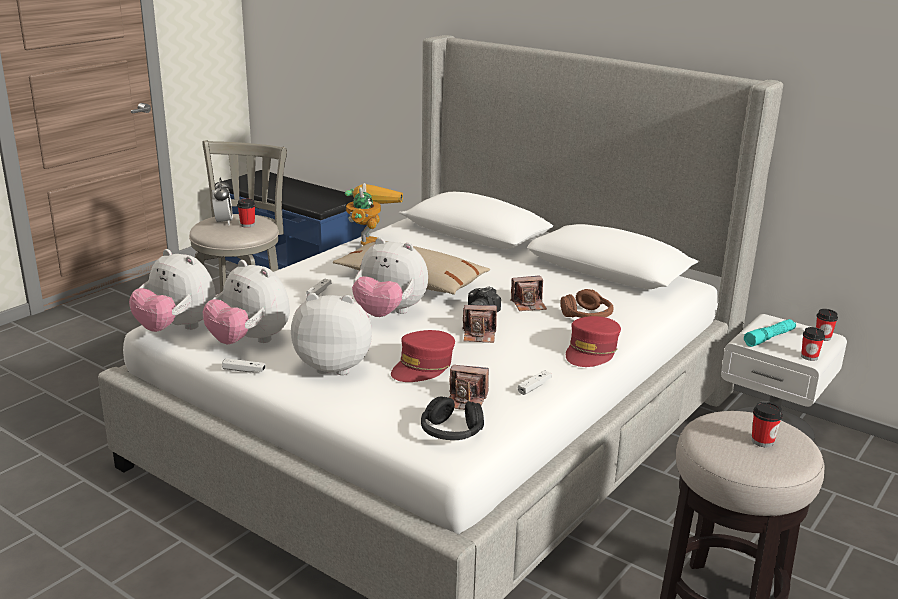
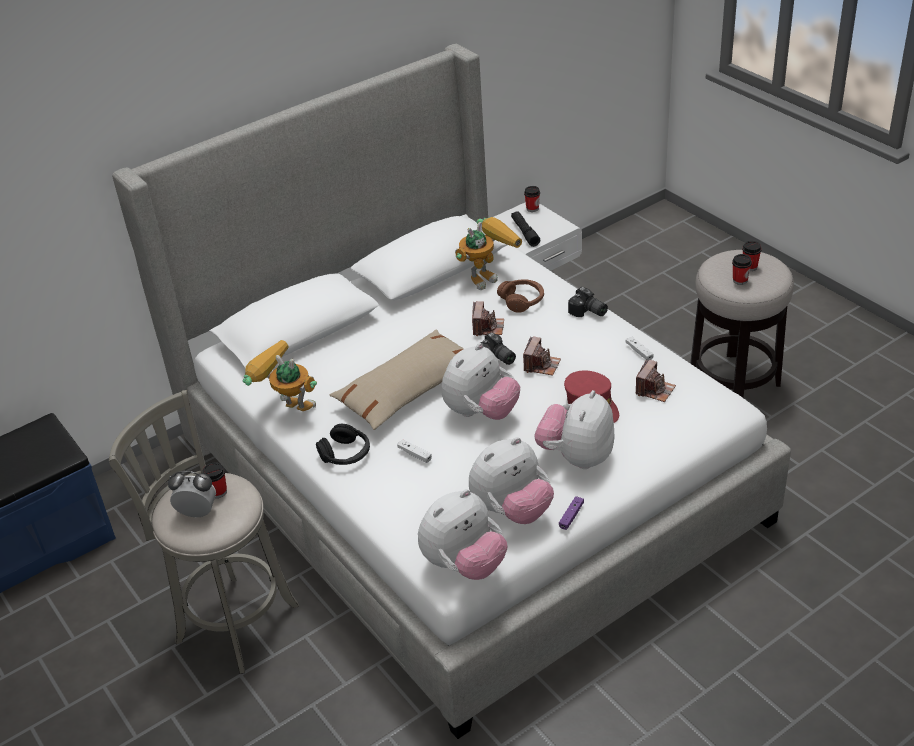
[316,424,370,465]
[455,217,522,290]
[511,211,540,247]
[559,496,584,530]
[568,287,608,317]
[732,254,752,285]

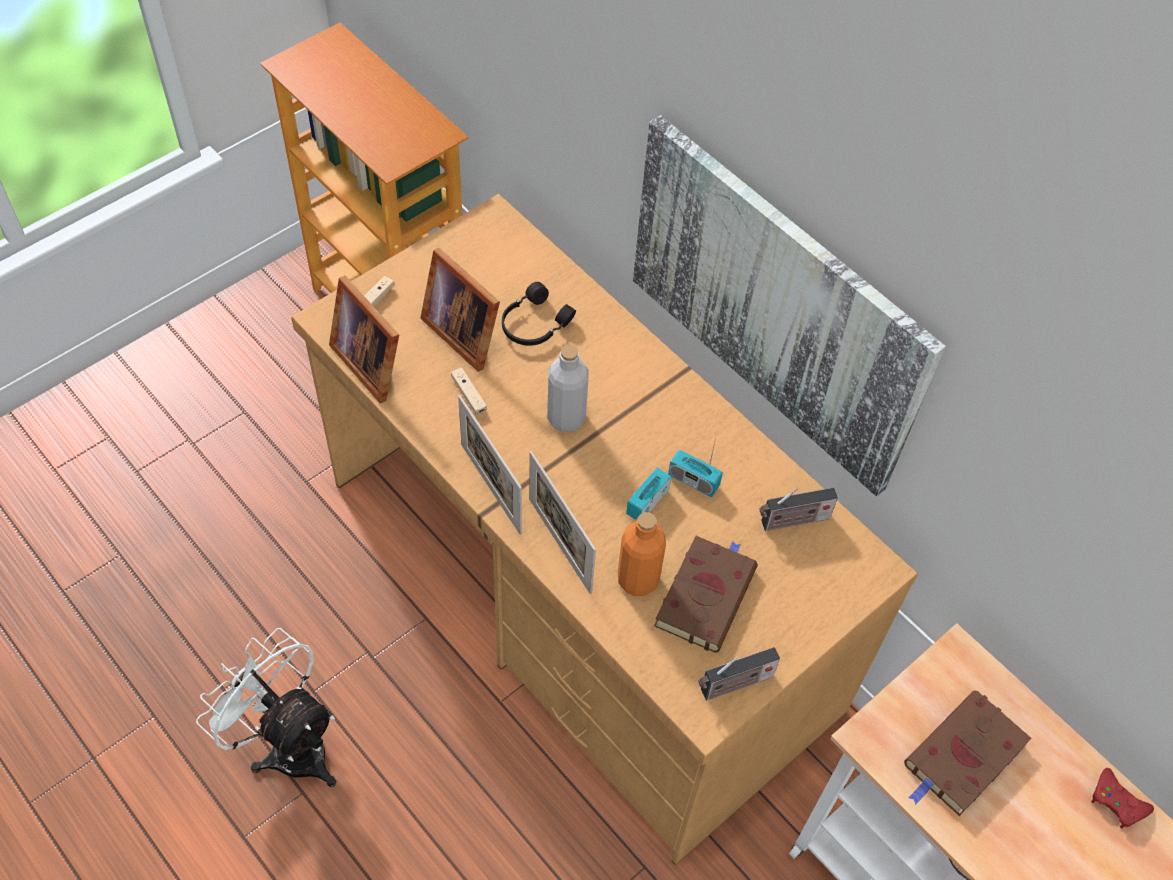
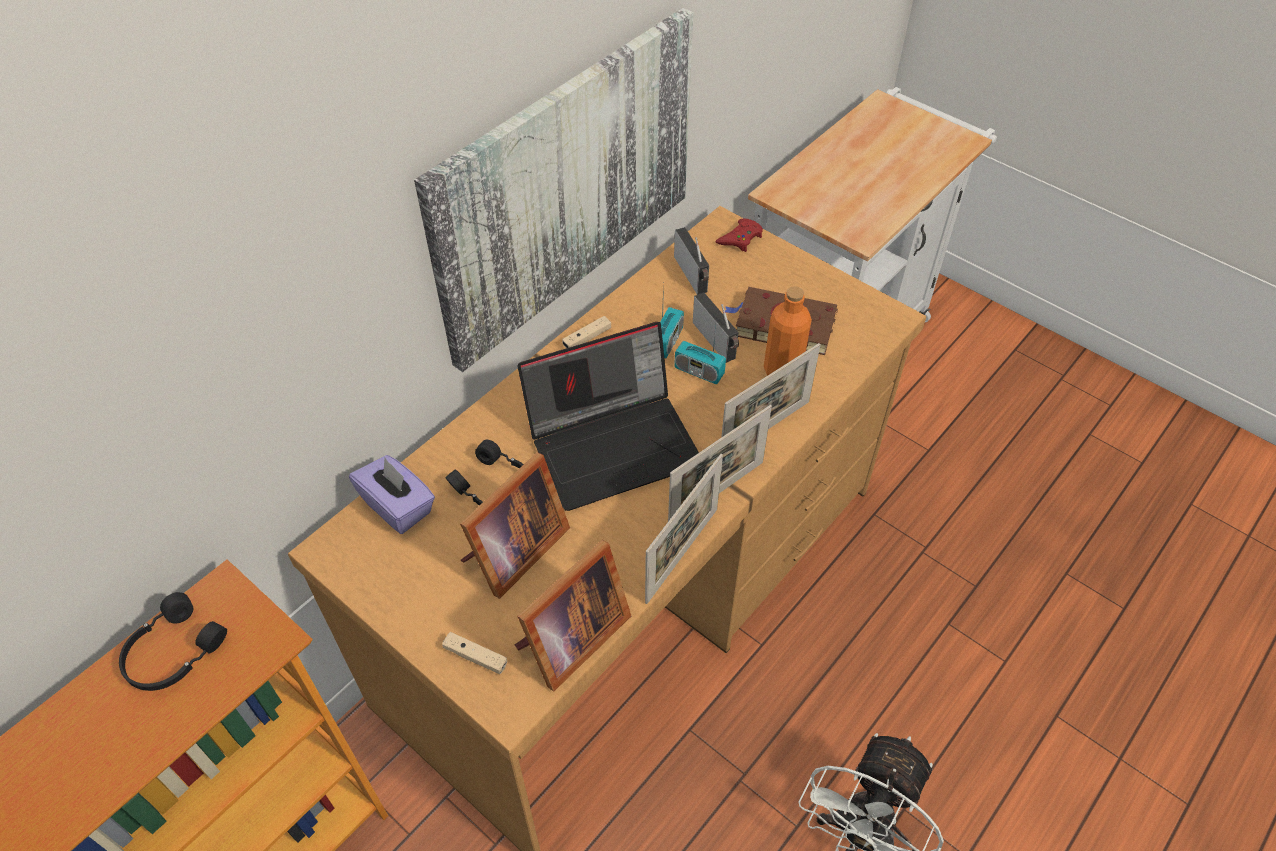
[119,592,227,691]
[349,455,435,534]
[517,322,699,511]
[562,316,611,348]
[645,454,723,604]
[693,292,739,363]
[715,218,763,252]
[904,691,1031,816] (first image)

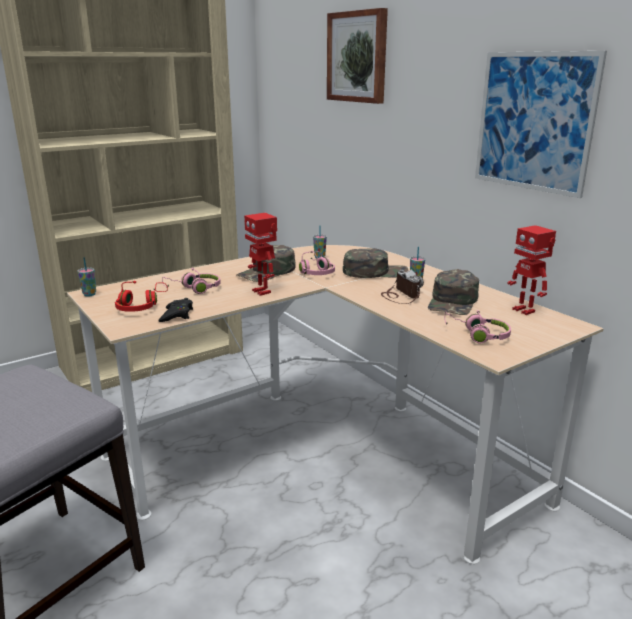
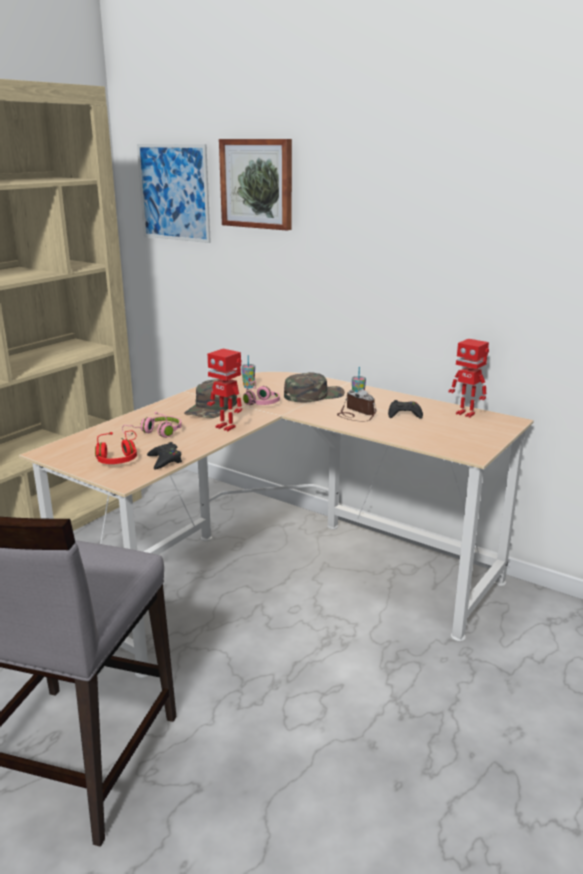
[137,144,211,243]
[388,400,423,419]
[78,257,96,297] (first image)
[445,310,511,343] (first image)

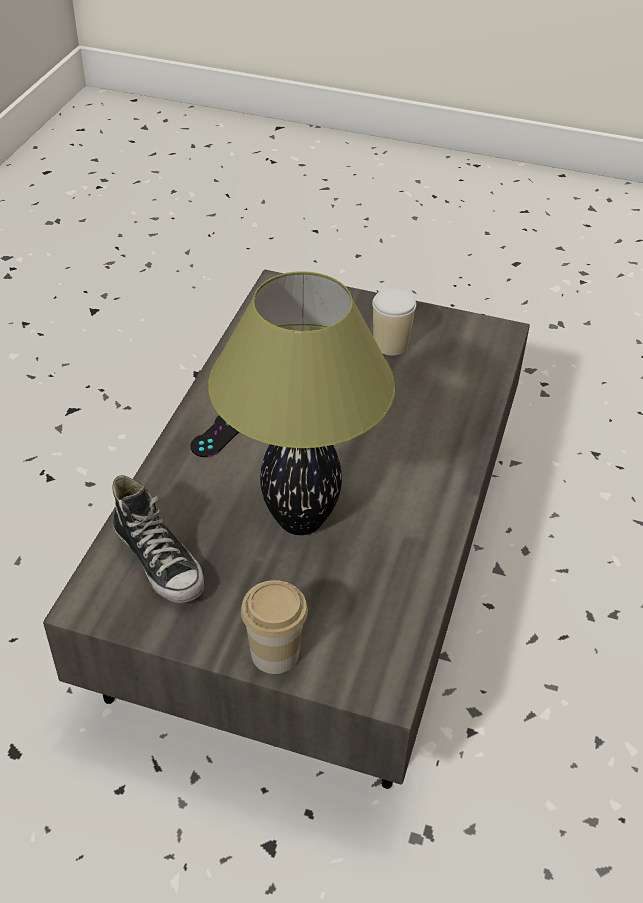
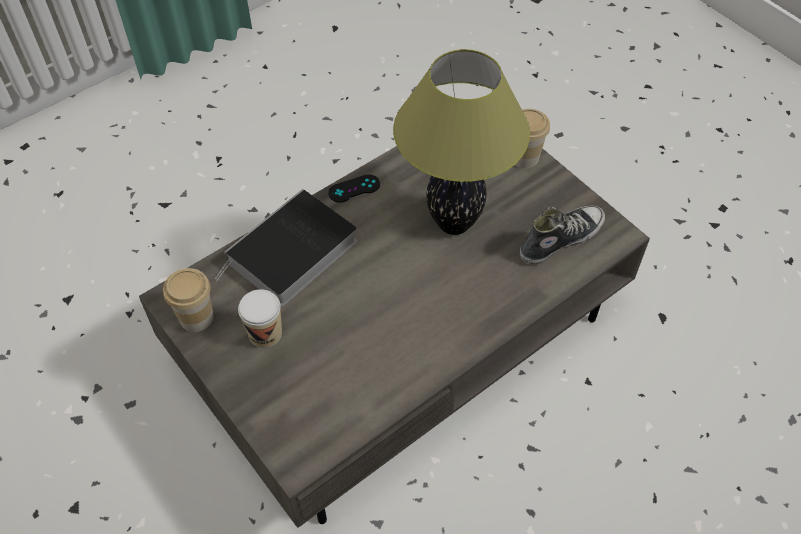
[163,268,213,332]
[215,189,357,306]
[328,174,380,203]
[520,205,605,265]

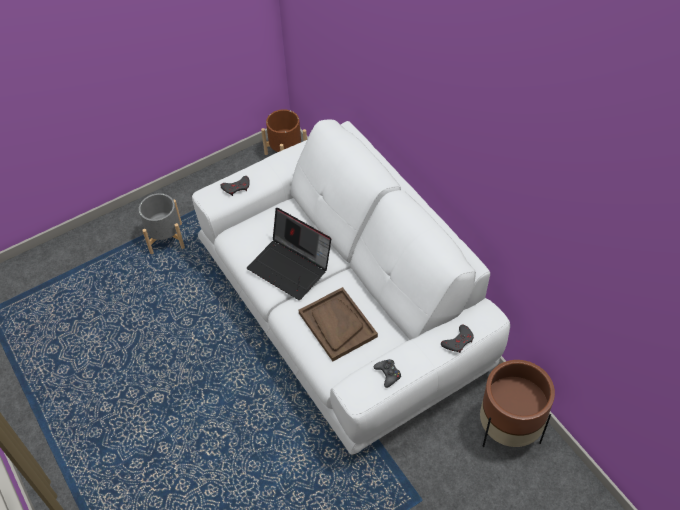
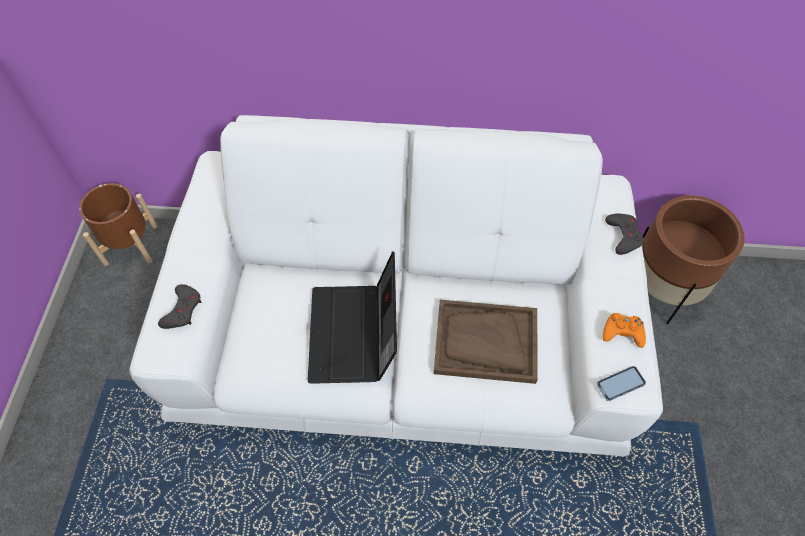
[308,251,397,384]
[596,366,646,401]
[603,313,646,348]
[139,193,185,254] (first image)

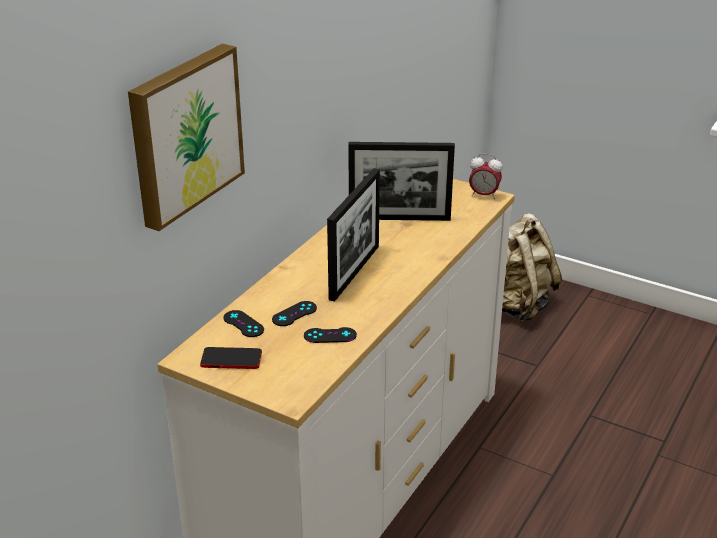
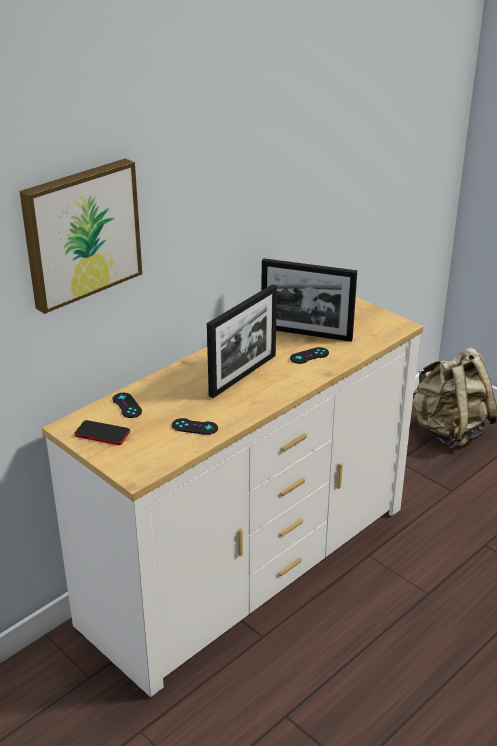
[290,347,329,364]
[469,153,502,199] (first image)

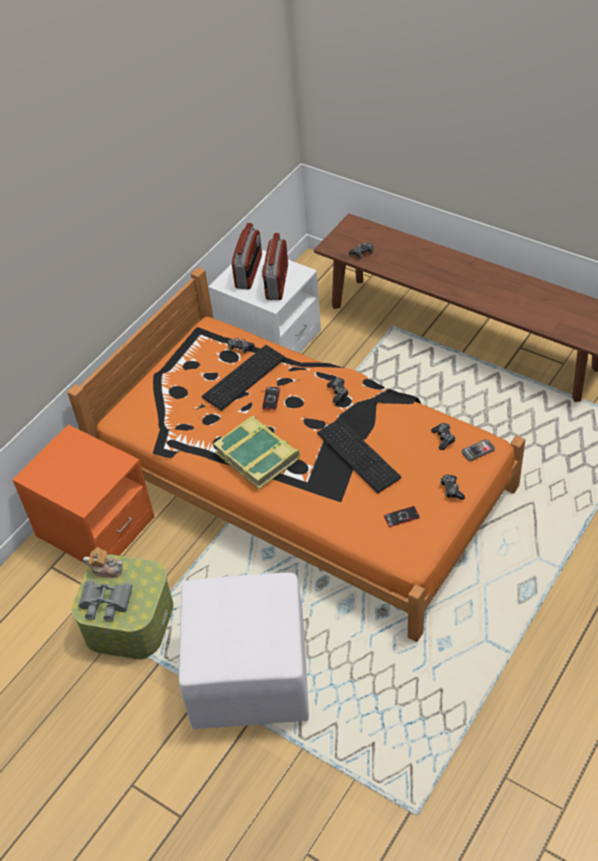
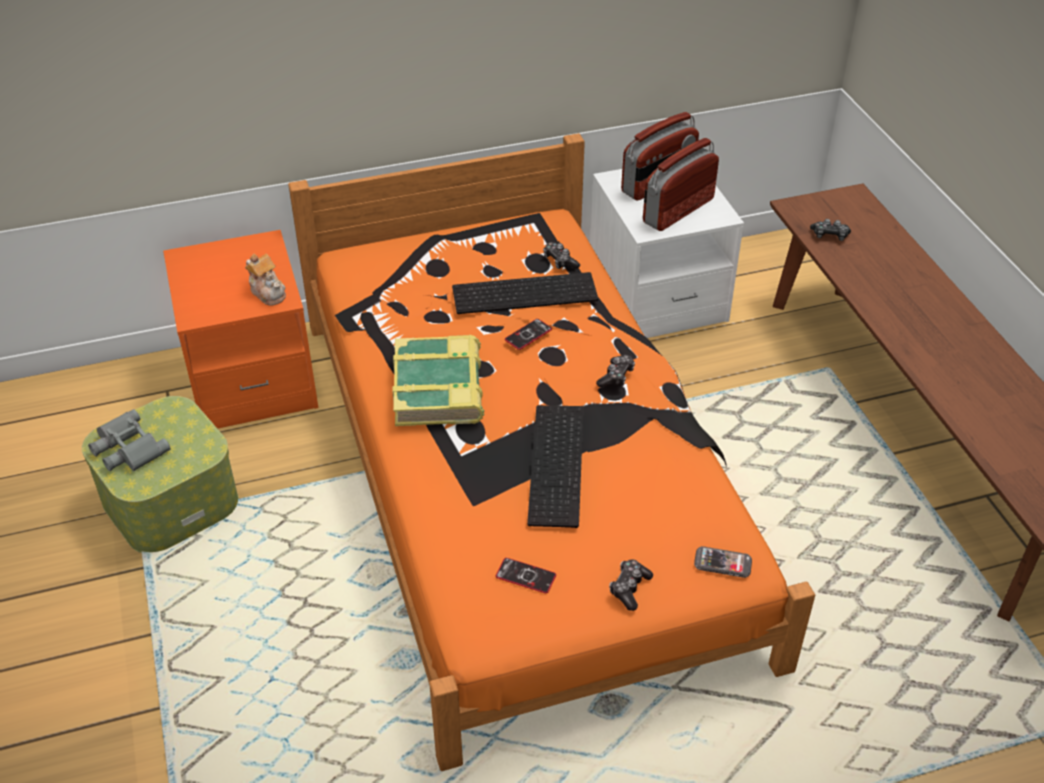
[245,254,286,306]
[179,572,309,729] (first image)
[431,423,455,450] (first image)

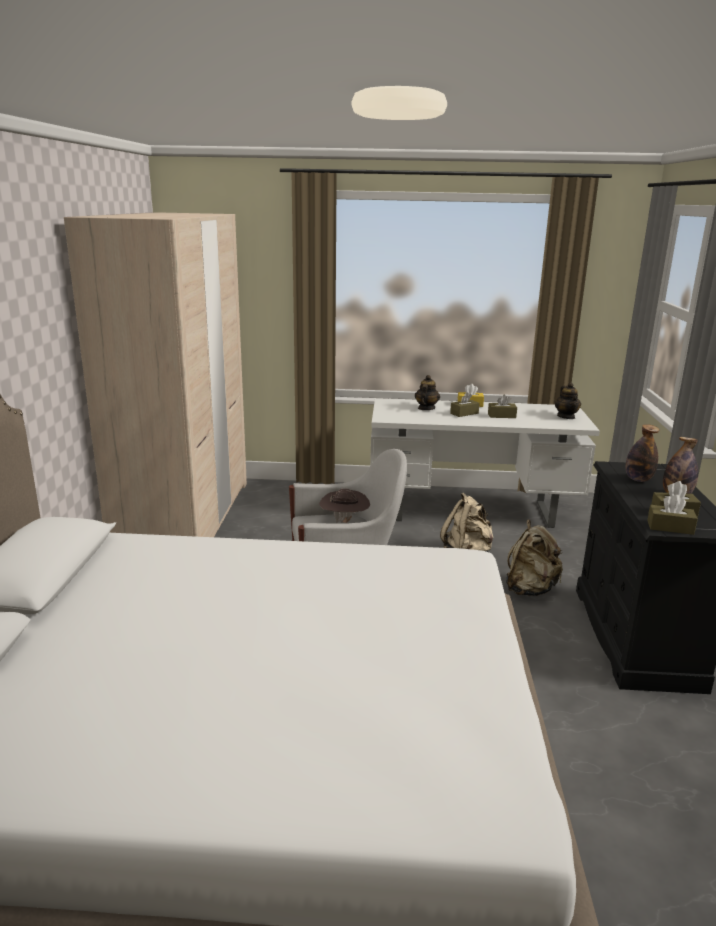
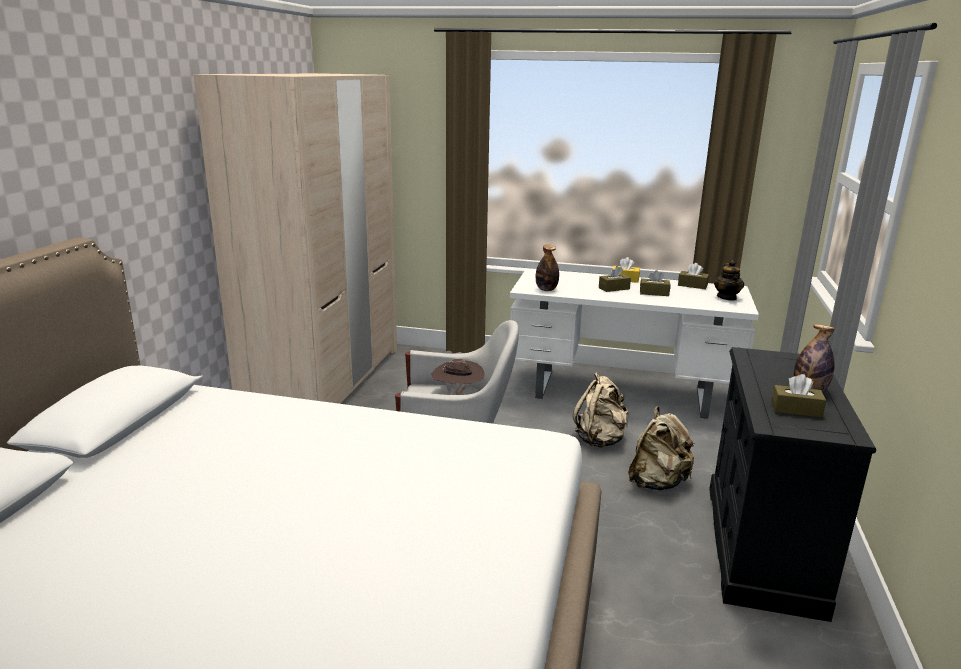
[536,245,559,291]
[678,263,709,289]
[415,375,440,410] (first image)

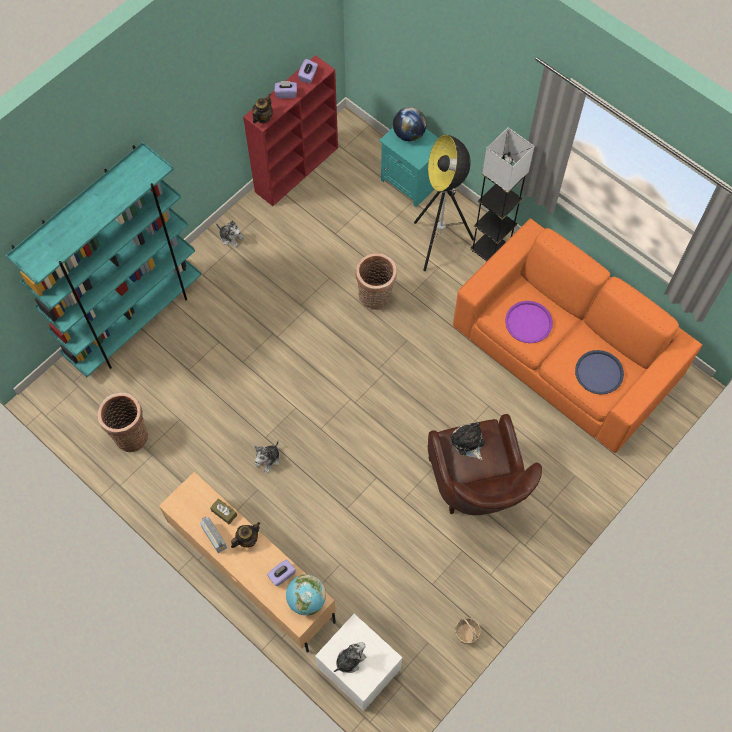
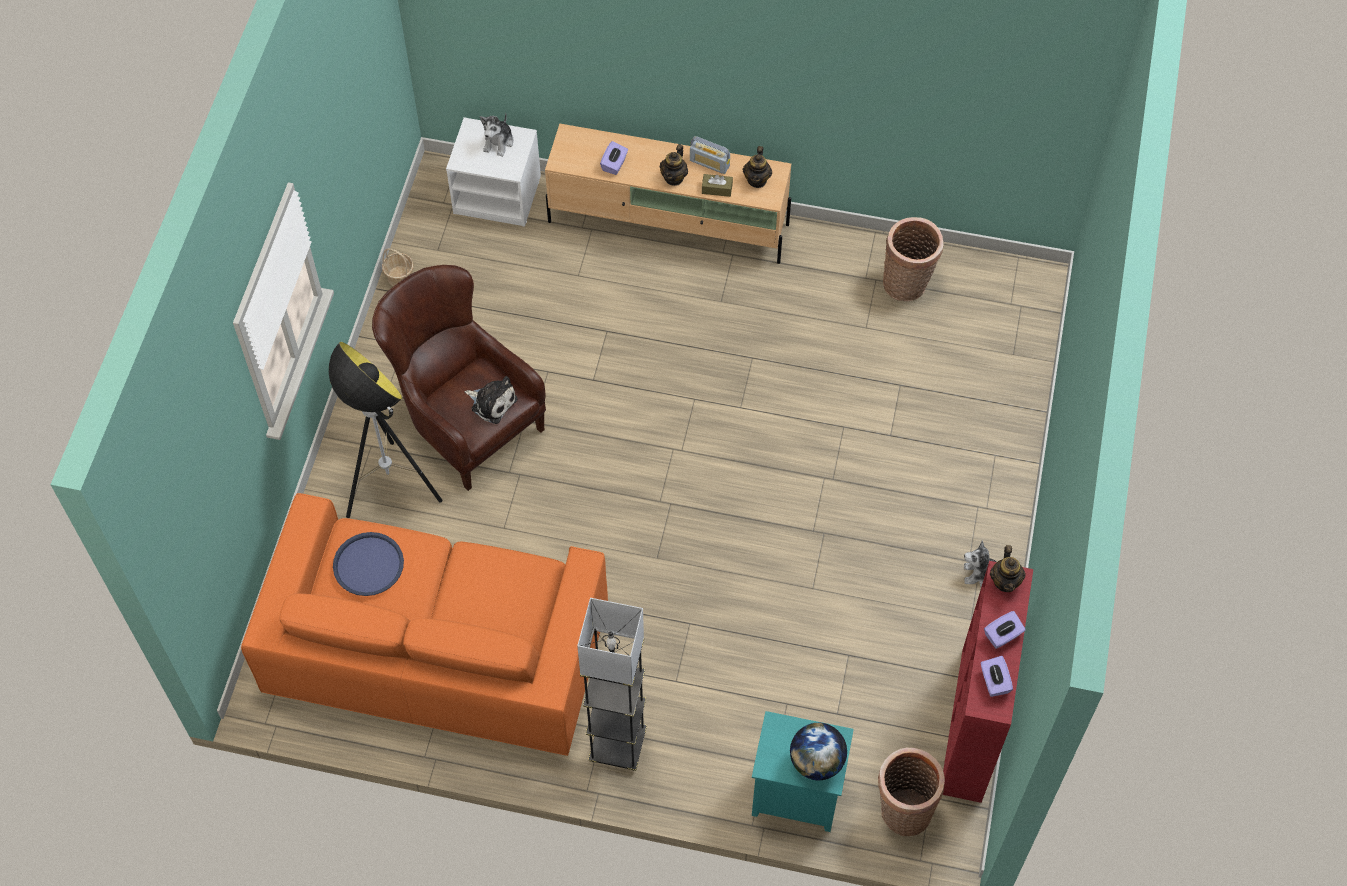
[329,342,442,518]
[743,146,772,188]
[878,748,945,836]
[6,142,201,378] (first image)
[255,441,280,473] (first image)
[286,574,326,616] (first image)
[505,301,553,343] (first image)

